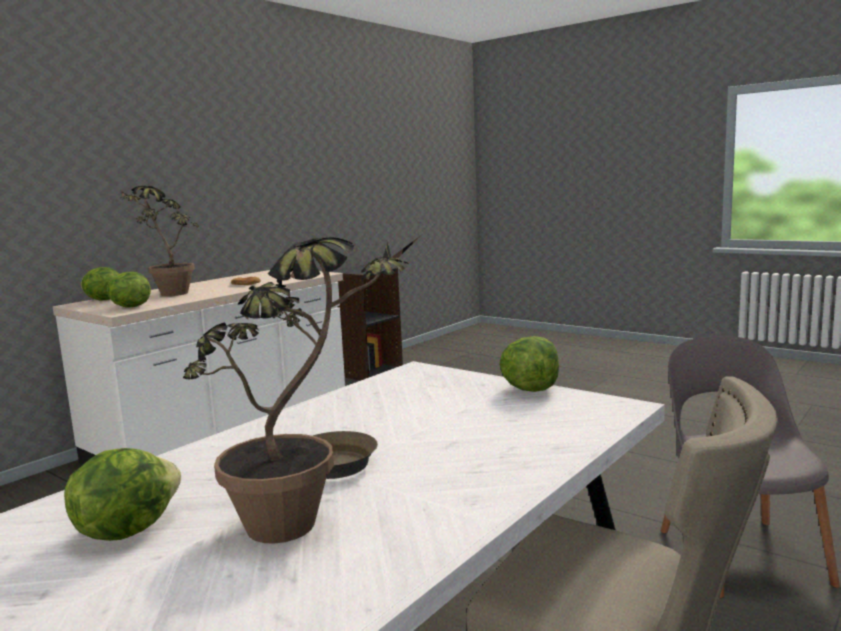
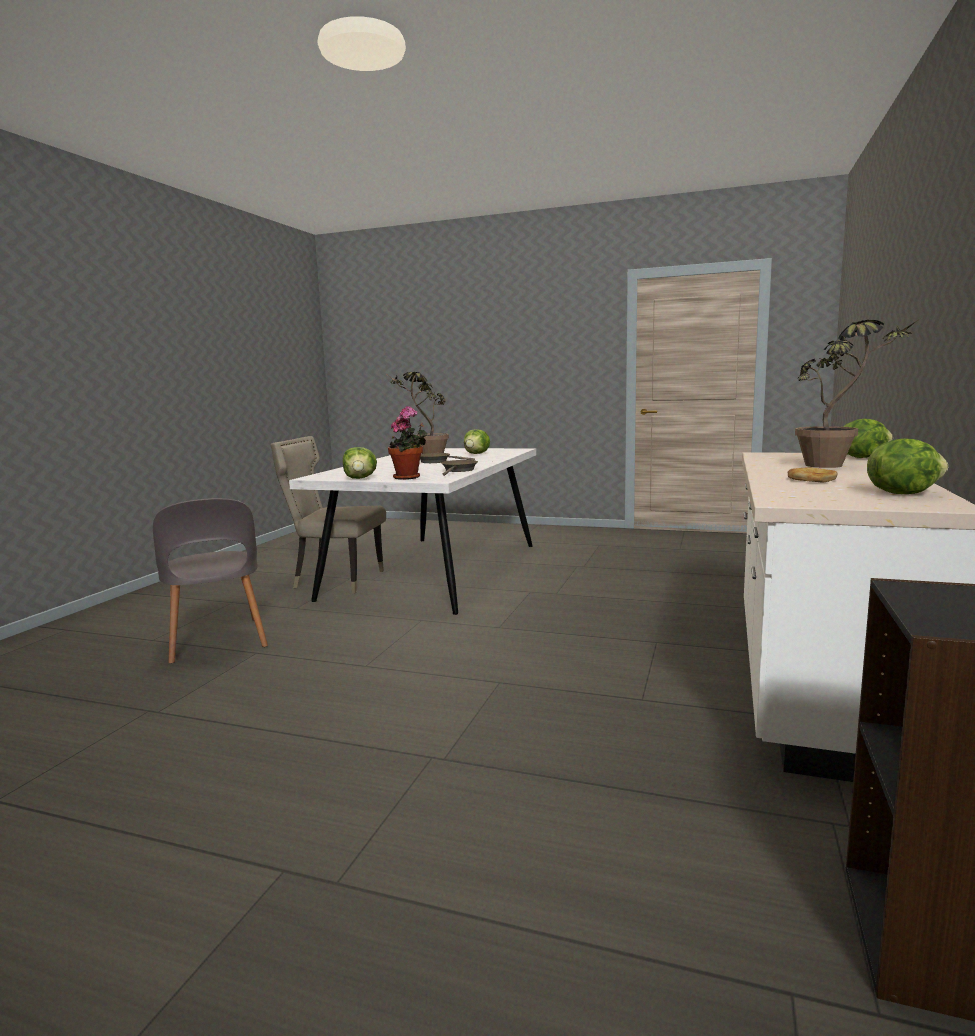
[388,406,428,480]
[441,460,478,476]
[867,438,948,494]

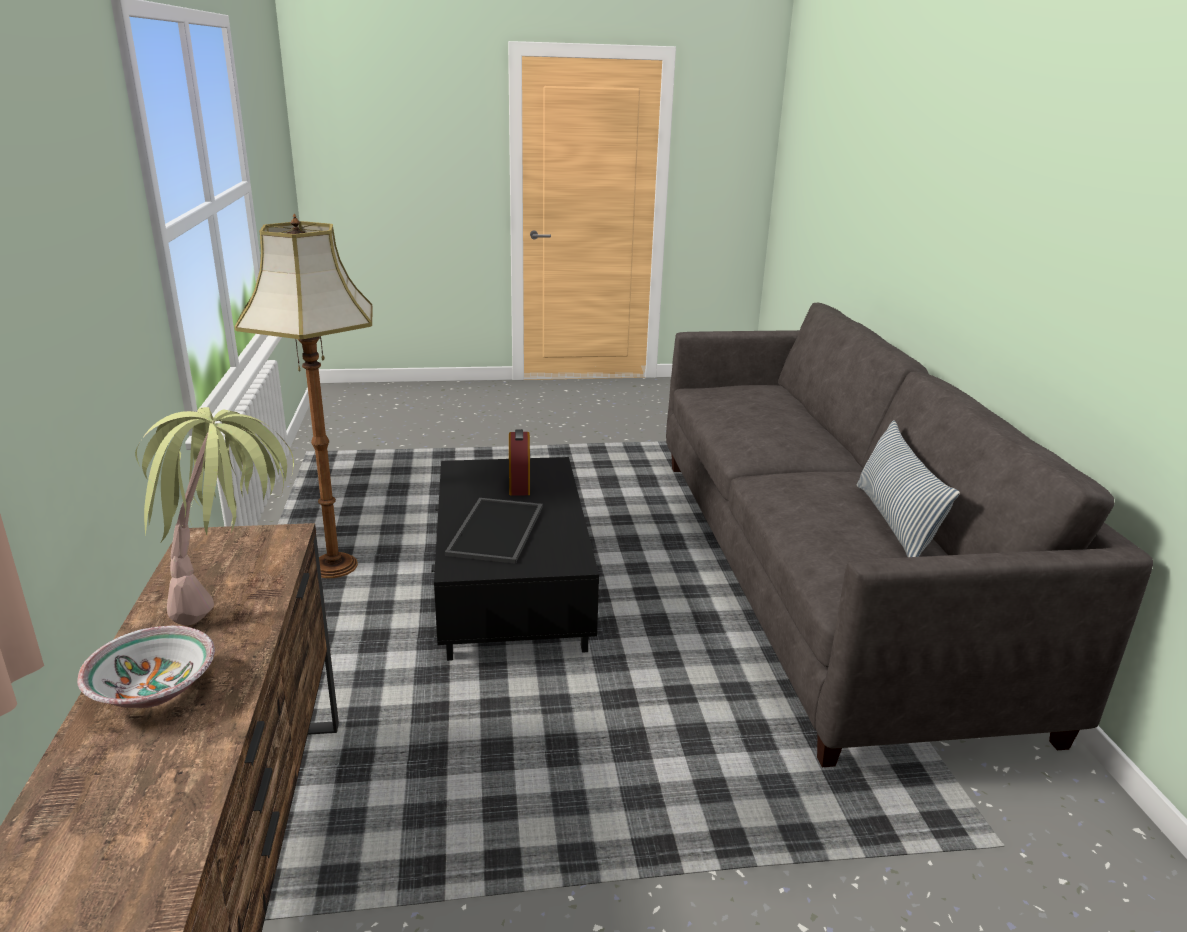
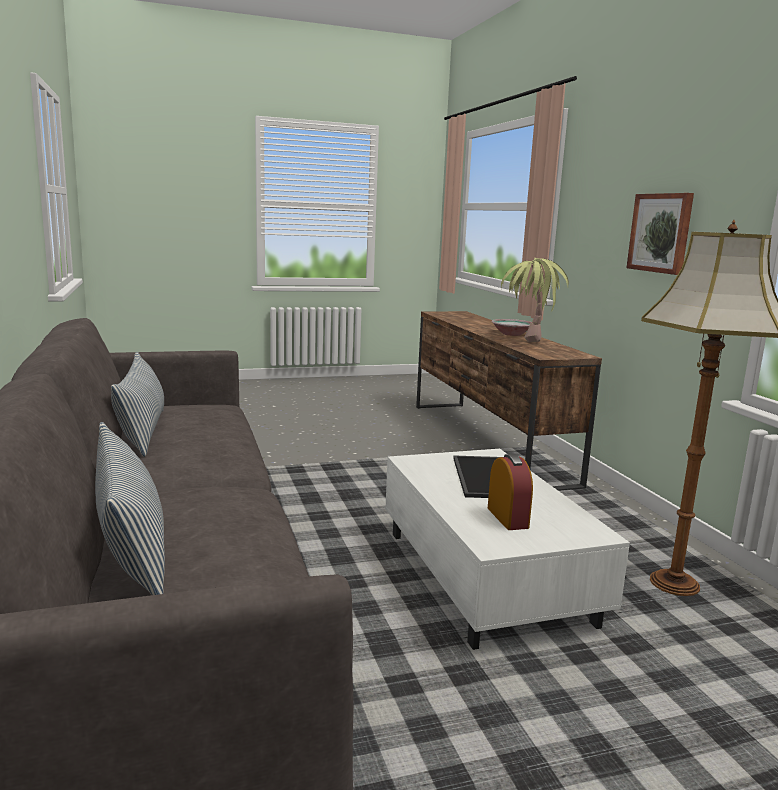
[95,422,165,595]
[385,449,630,650]
[626,193,694,275]

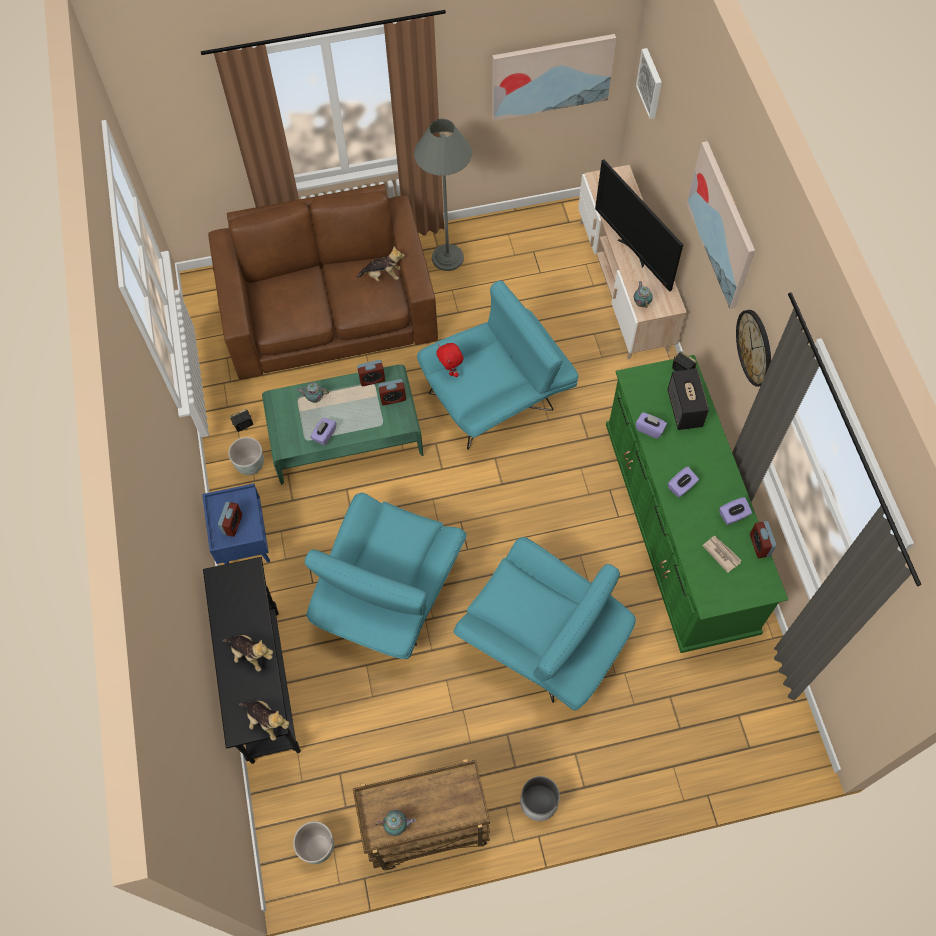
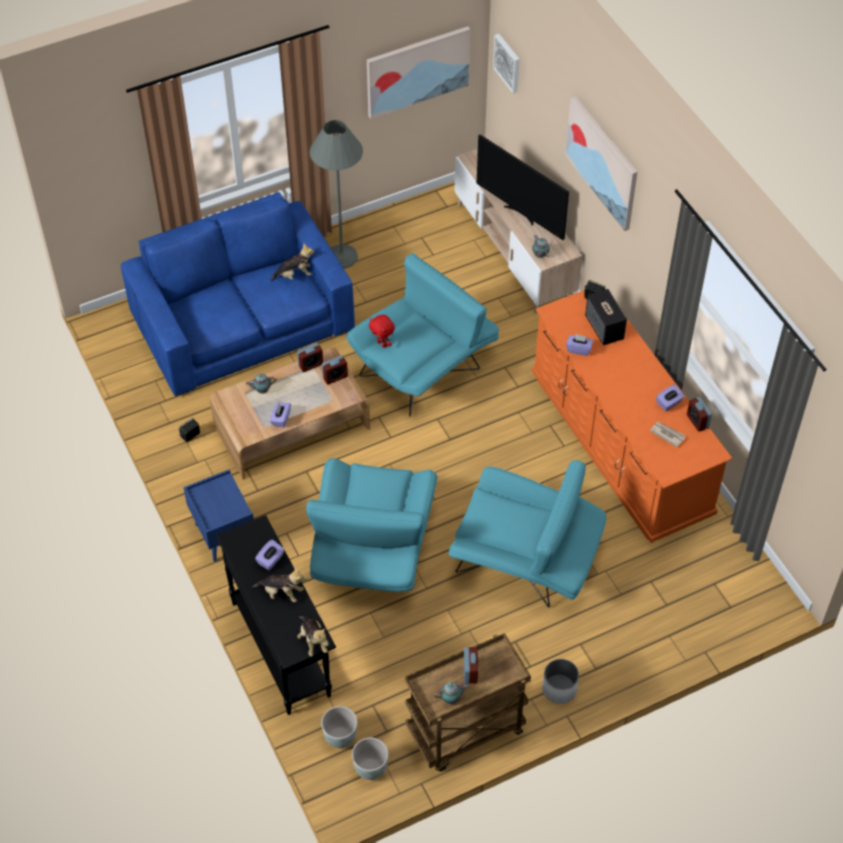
[121,192,355,396]
[210,348,370,480]
[255,539,285,570]
[297,616,329,656]
[321,706,357,748]
[464,647,478,684]
[532,290,732,543]
[736,310,771,387] (first image)

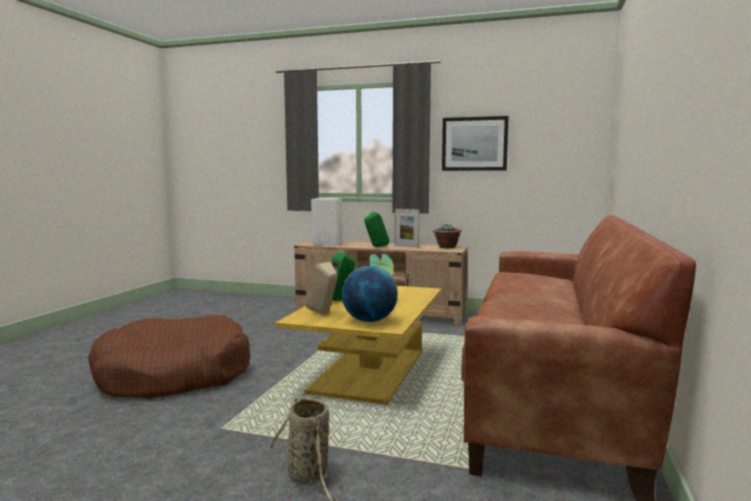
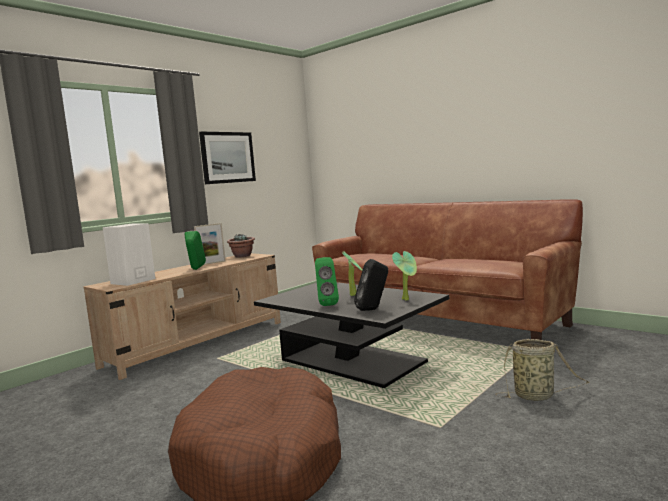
[254,282,449,388]
[354,259,388,311]
[392,251,417,301]

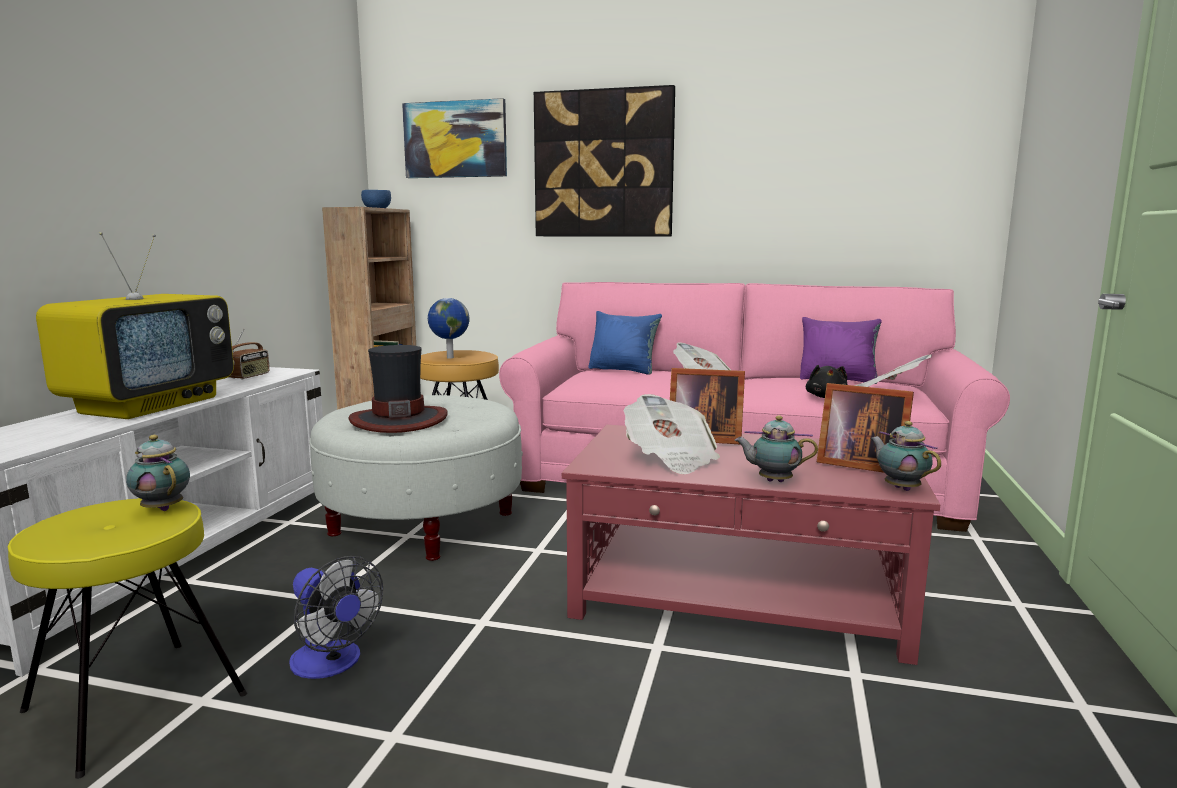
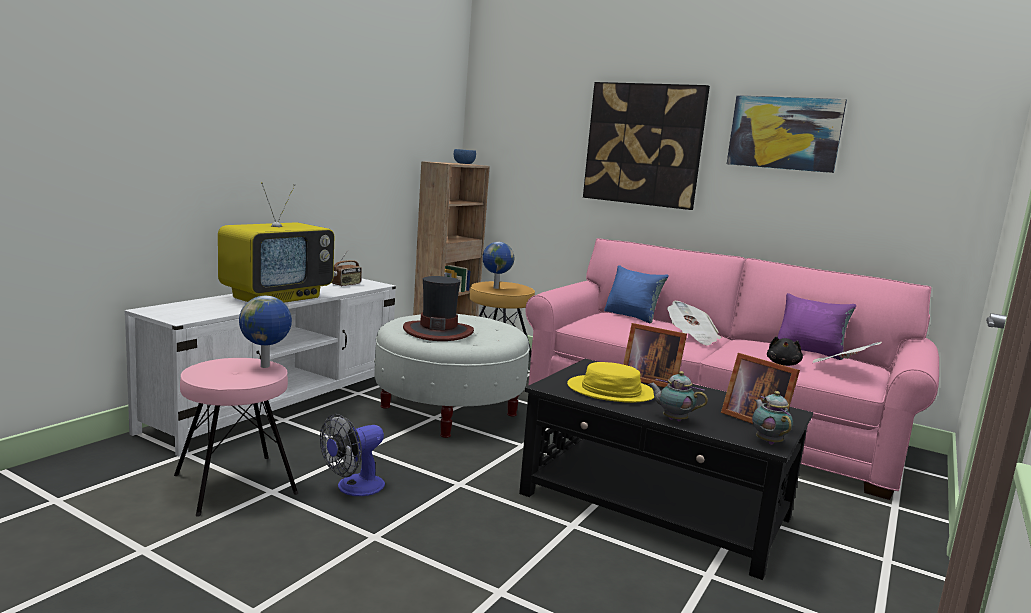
[174,358,298,517]
[239,296,292,368]
[320,414,385,496]
[519,359,813,580]
[567,362,654,403]
[727,95,847,173]

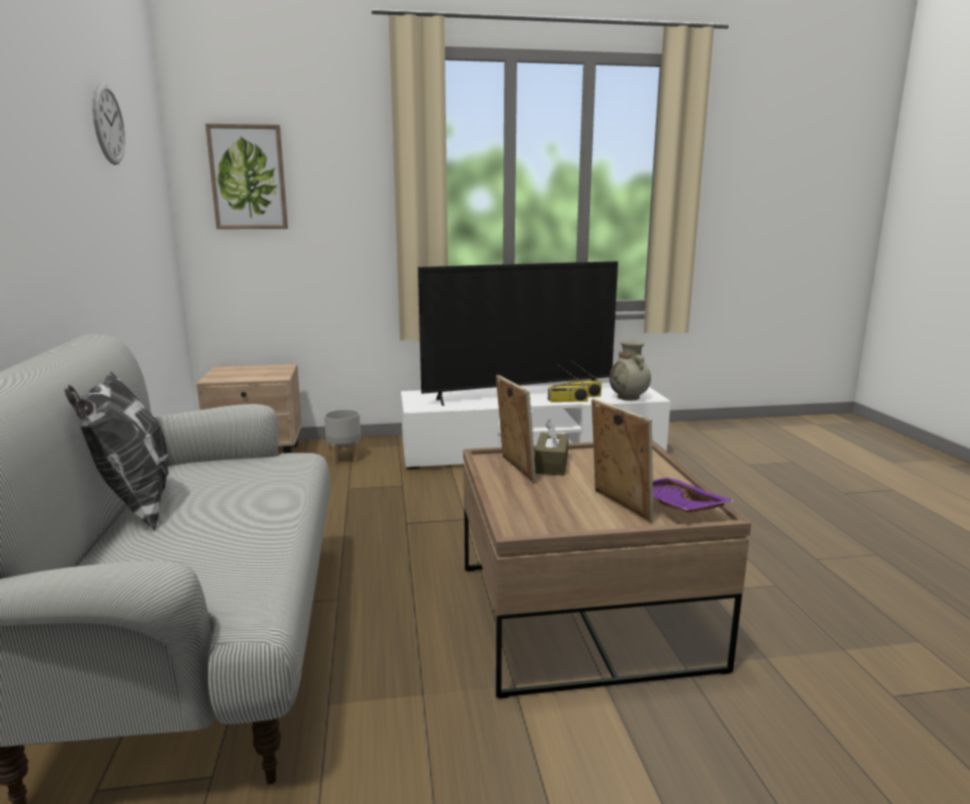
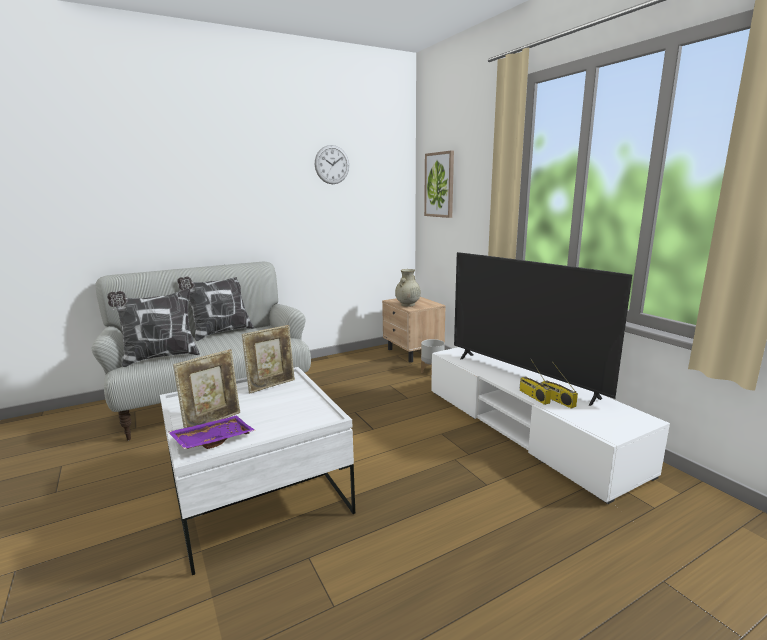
[107,288,200,367]
[160,367,355,575]
[395,269,421,307]
[535,419,569,476] (first image)

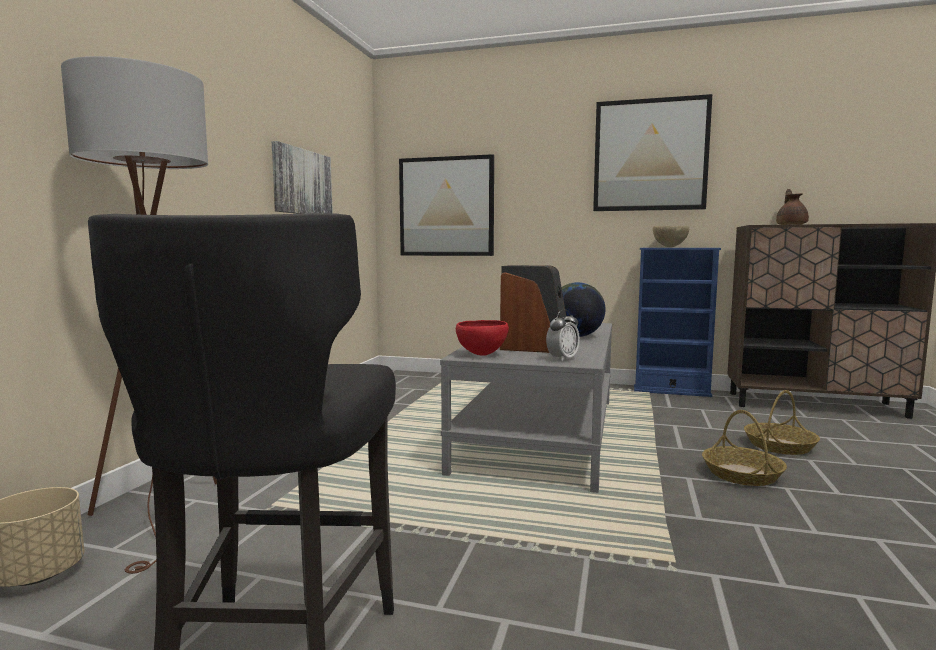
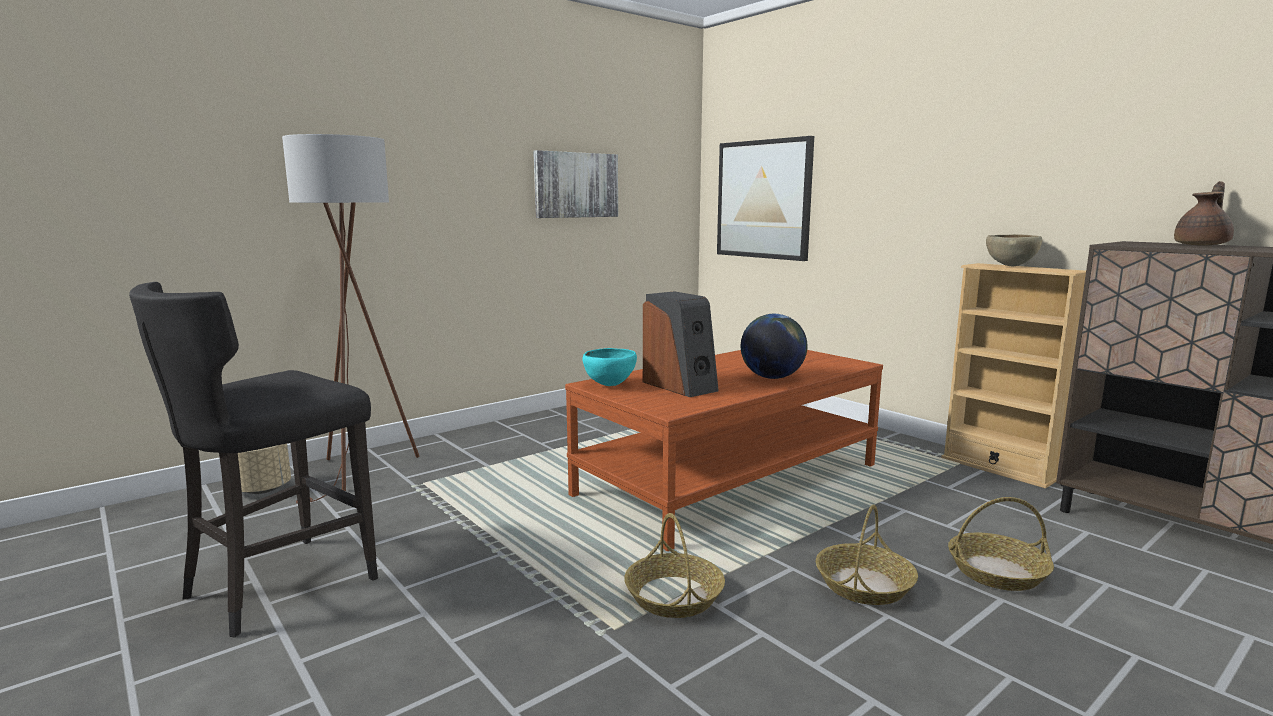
[565,350,883,551]
[582,348,637,386]
[624,513,725,618]
[941,263,1086,489]
[546,310,580,361] (first image)
[593,94,712,211] (first image)

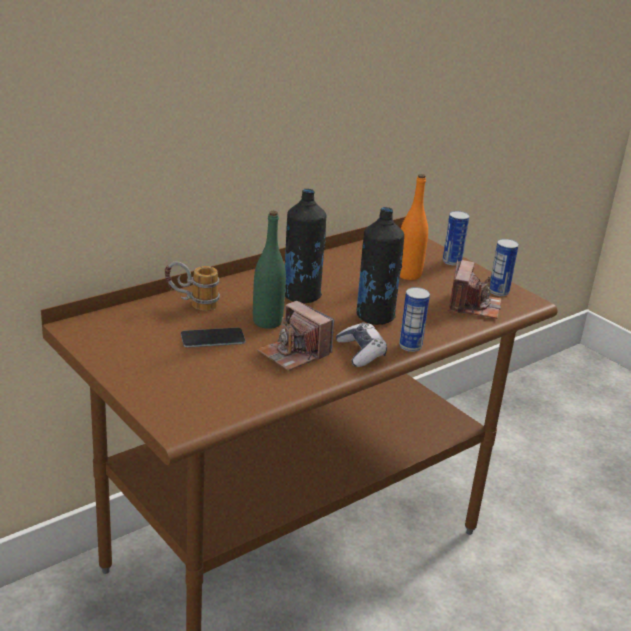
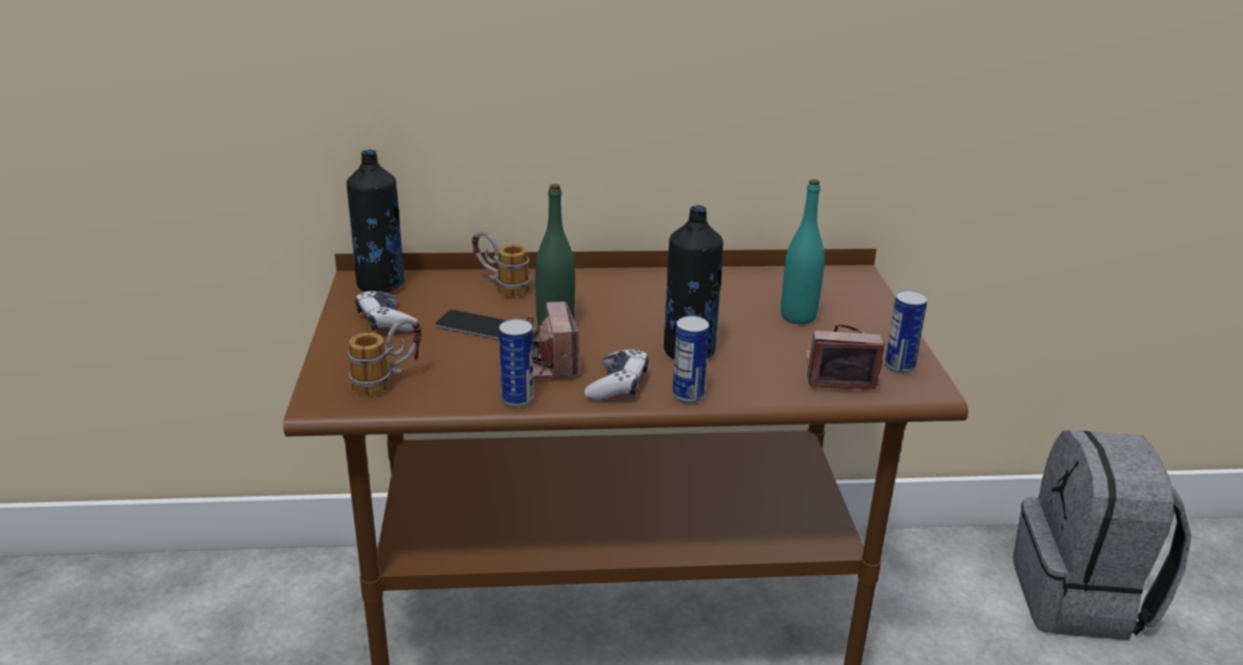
[346,149,405,293]
[348,318,422,397]
[355,291,419,332]
[499,319,534,408]
[781,179,825,324]
[805,324,885,390]
[1013,431,1191,640]

